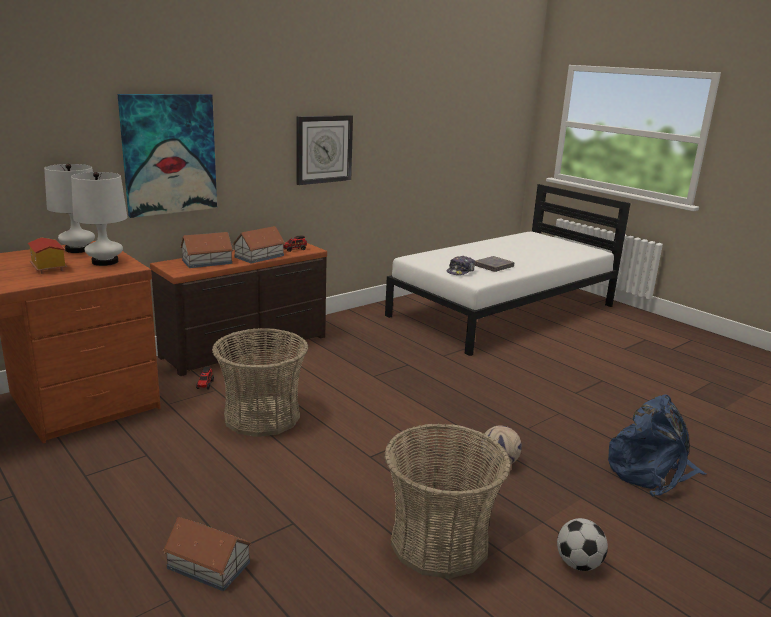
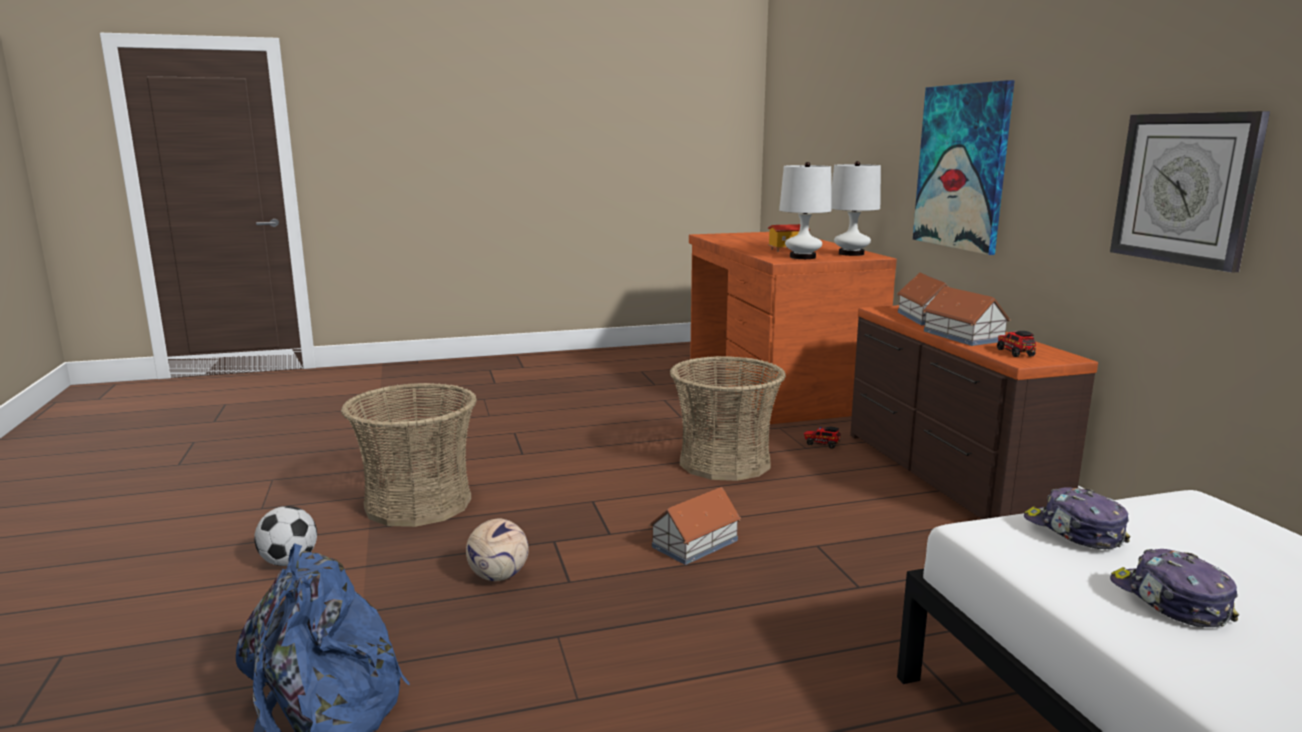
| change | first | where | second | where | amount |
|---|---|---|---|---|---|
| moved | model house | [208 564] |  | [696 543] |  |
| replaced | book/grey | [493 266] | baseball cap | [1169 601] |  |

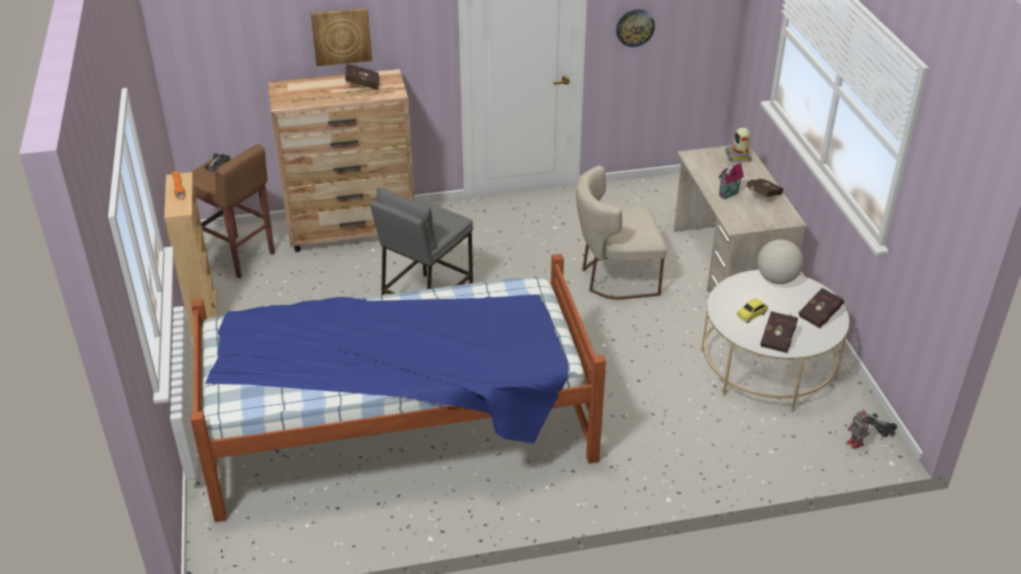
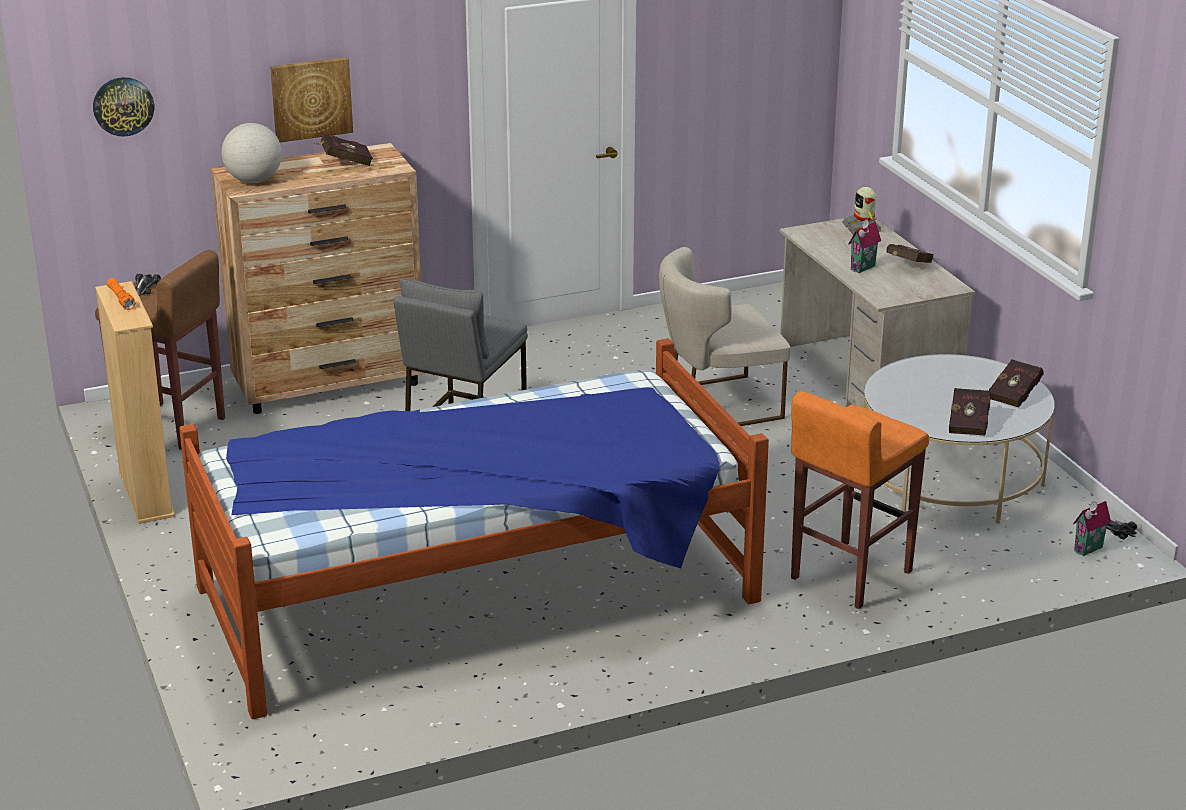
| change | first | where | second | where | amount |
|---|---|---|---|---|---|
| removed | toy car | [751 314] |  |  |  |
| added |  |  | stool seat/orange-coloured | [849 575] |  |
| moved | wall clock | [635 27] |  | [123 106] |  |
| moved | world globe | [777 279] |  | [254 180] |  |
| replaced | robot figure | [856 444] | model house | [1089 550] |  |

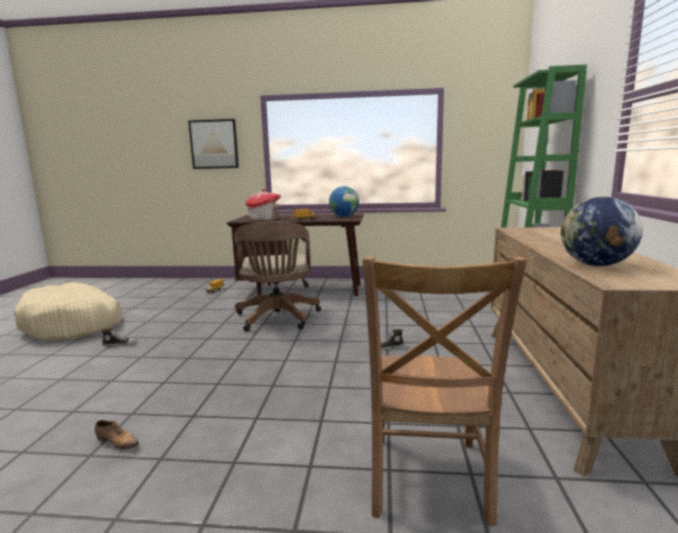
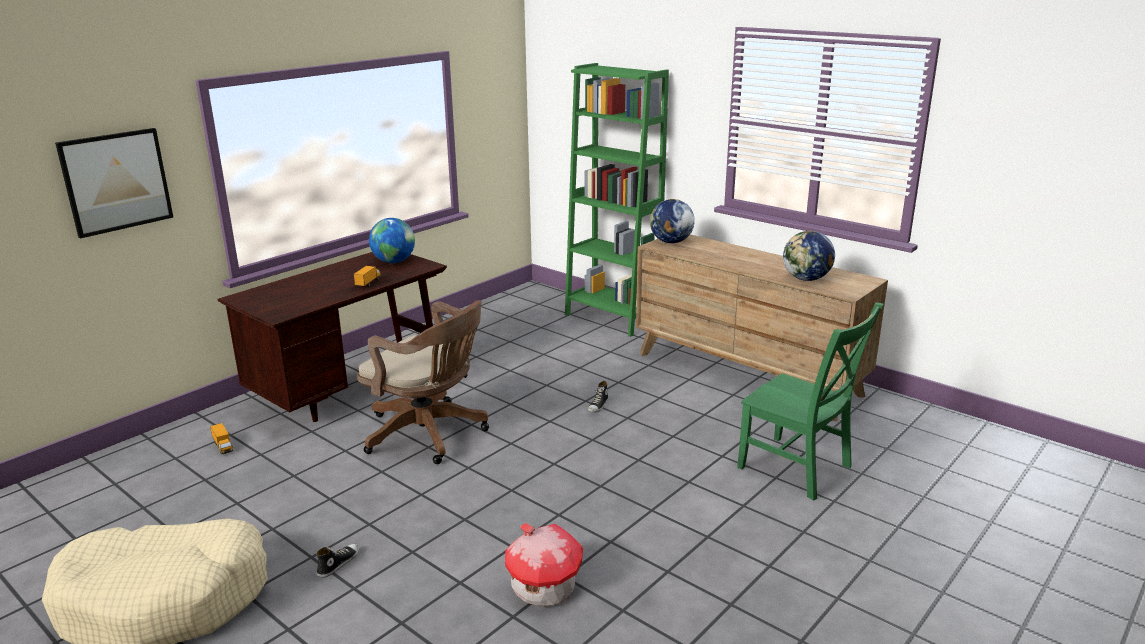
| change | first | where | second | where | amount |
|---|---|---|---|---|---|
| removed | item of footwear | [117 442] |  |  |  |
| added |  |  | world globe | [671 242] |  |
| moved | model house | [263 219] |  | [543 587] |  |
| recoloured | upright chair/brown | [427 481] | upright chair/greenish | [798 469] |  |

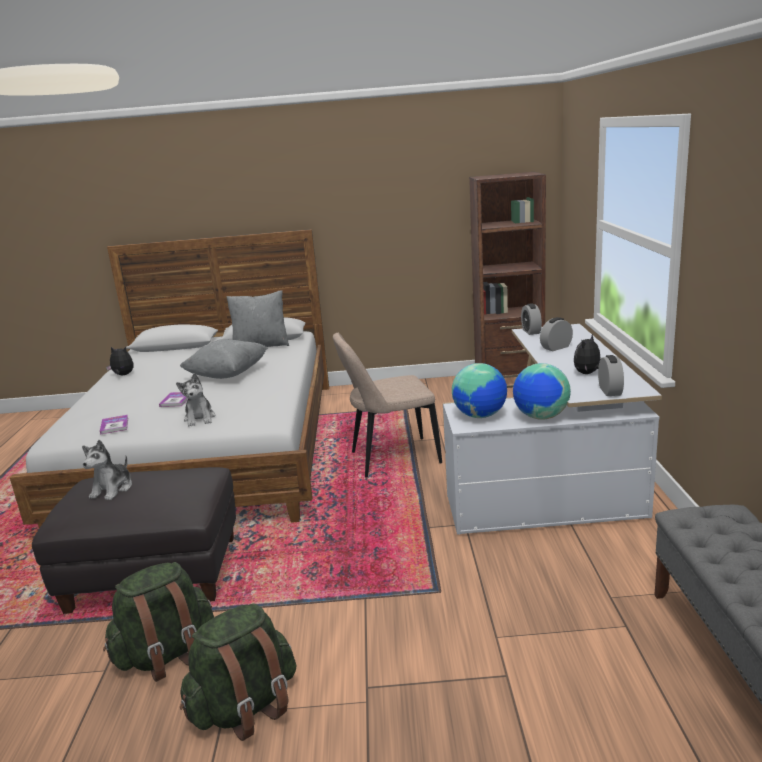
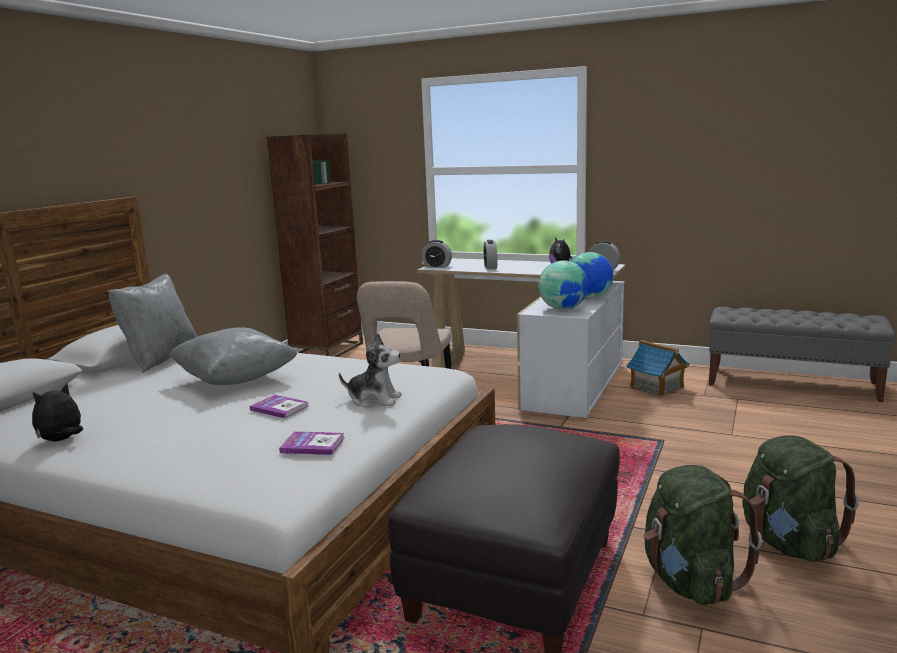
| change | first | where | second | where | amount |
|---|---|---|---|---|---|
| removed | plush toy | [113 489] |  |  |  |
| added |  |  | model house | [657 387] |  |

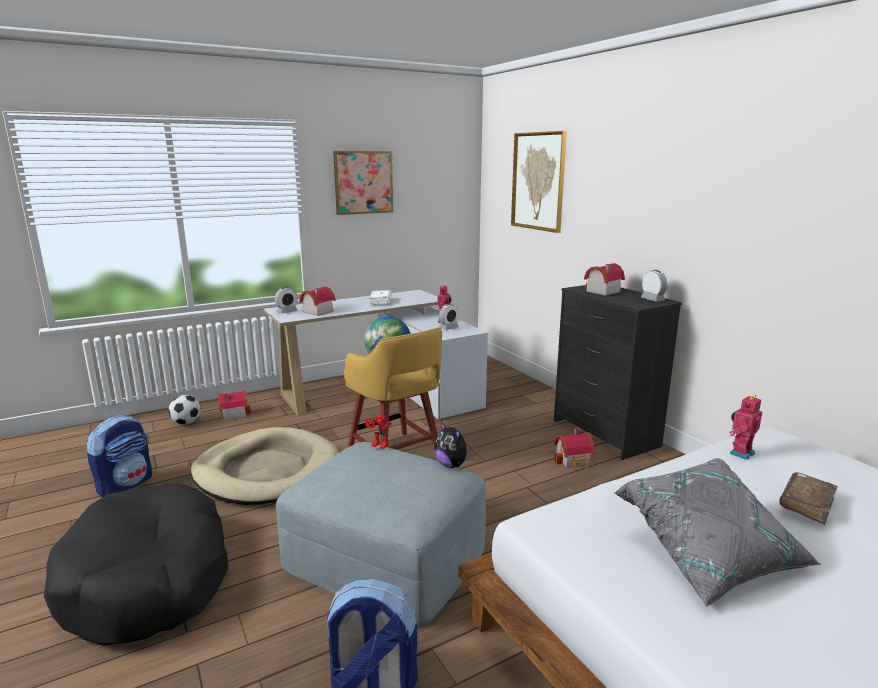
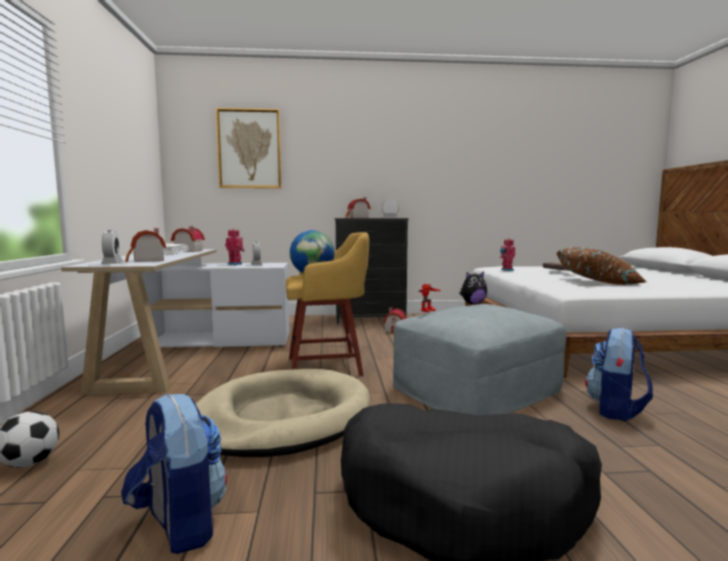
| change | first | where | second | where | amount |
|---|---|---|---|---|---|
| removed | wall art | [363 182] |  |  |  |
| moved | model house | [233 414] |  | [186 251] |  |
| recoloured | pillow/grey | [710 554] | pillow/brown | [597 282] |  |

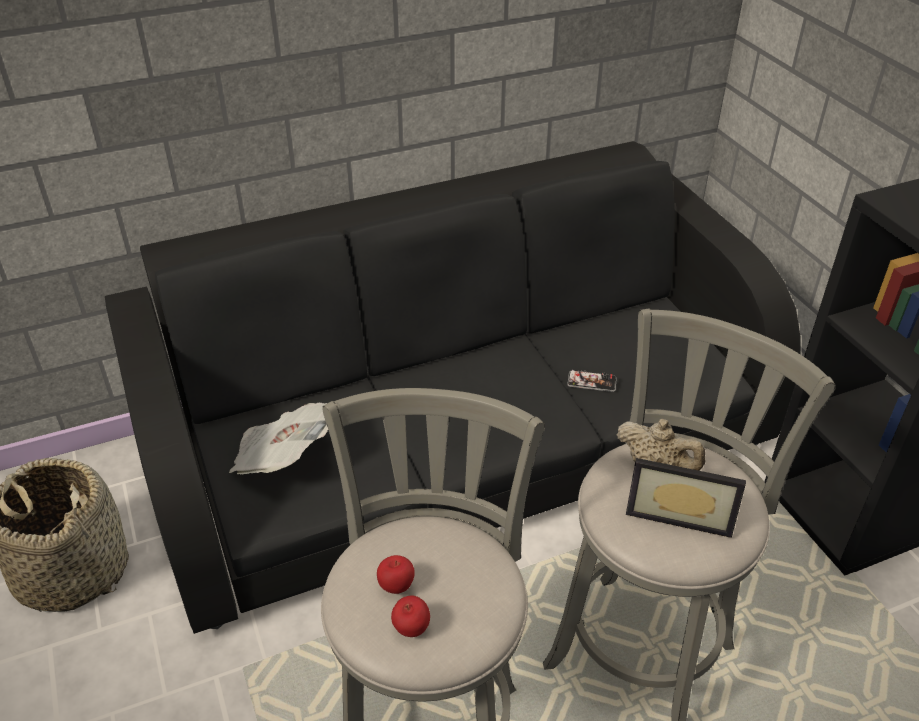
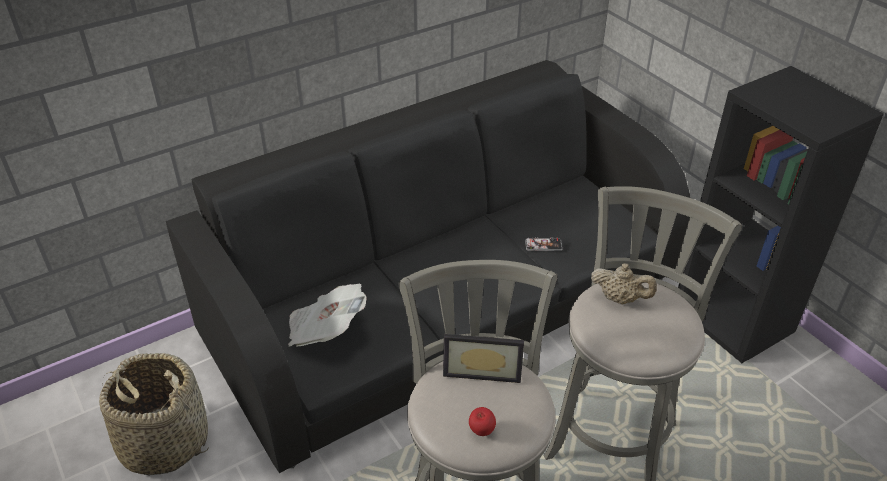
| change | first | where | second | where | amount |
|---|---|---|---|---|---|
| removed | apple | [396 586] |  |  |  |
| moved | picture frame | [680 512] |  | [482 369] |  |

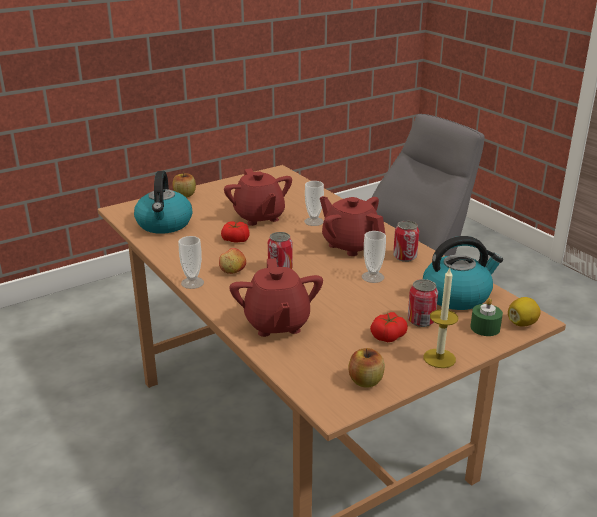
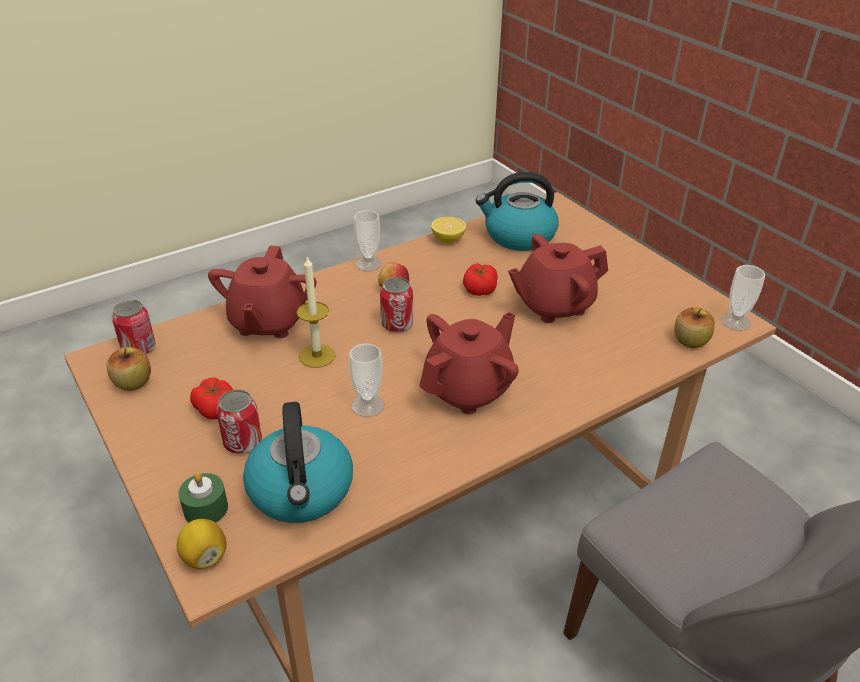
| change | first | where | second | where | amount |
|---|---|---|---|---|---|
| added |  |  | citrus fruit | [448 239] |  |
| moved | apple | [184 195] |  | [690 341] |  |
| moved | drinking cup | [314 221] |  | [735 322] |  |
| moved | metal can | [405 257] |  | [139 348] |  |
| moved | wax candle | [439 358] |  | [317 356] |  |
| turned | pot for tea/reddish | [277 323] |  | [267 322] | 75 degrees counterclockwise |

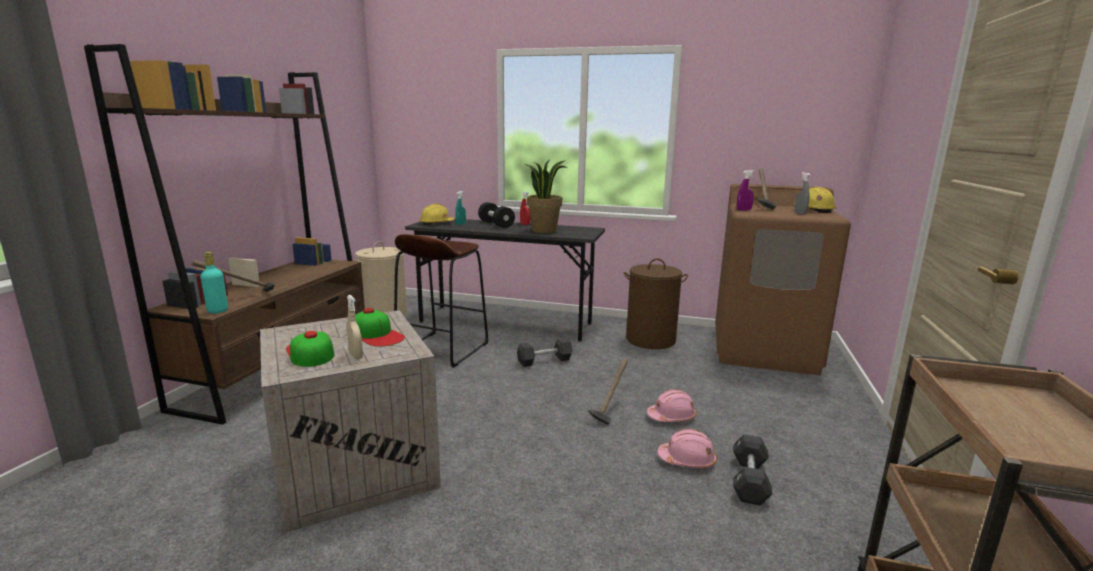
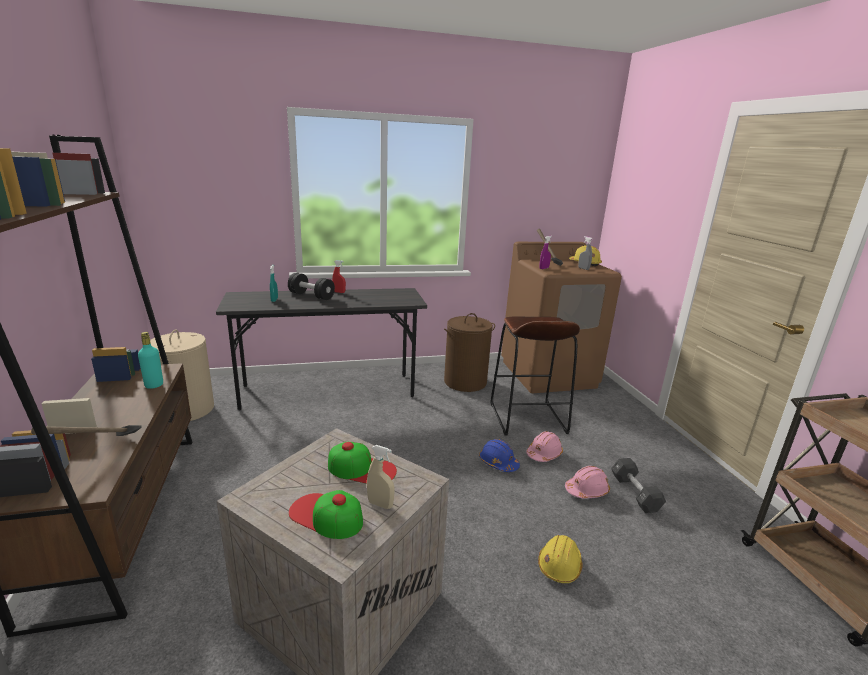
| change | first | where | second | where | amount |
|---|---|---|---|---|---|
| removed | free weight/blackish | [544 361] |  |  |  |
| removed | plant in a pot | [544 230] |  |  |  |
| moved | bottle/turquoise-coloured | [217 311] |  | [154 385] |  |
| moved | stool seat/brown | [442 349] |  | [527 418] |  |
| moved | safety helmet/yellow | [436 223] |  | [559 565] |  |
| replaced | hand hammer | [609 411] | safety helmet/bluish | [498 463] |  |

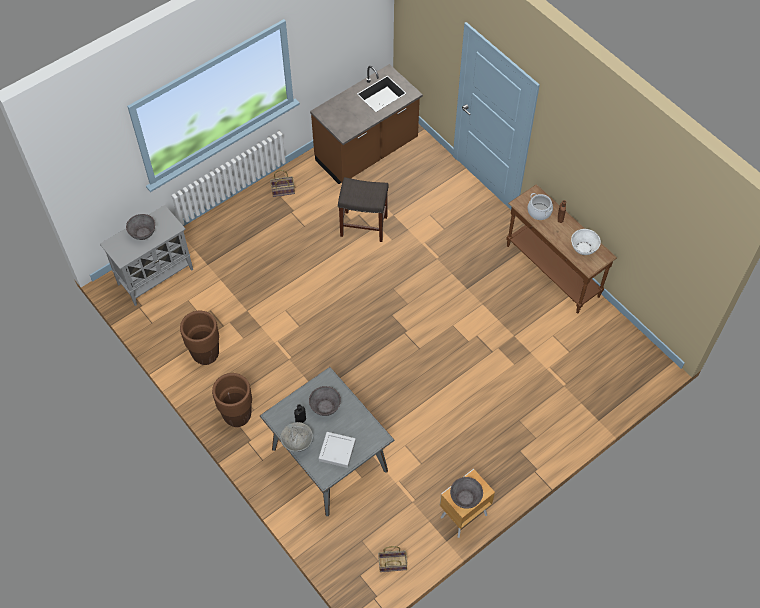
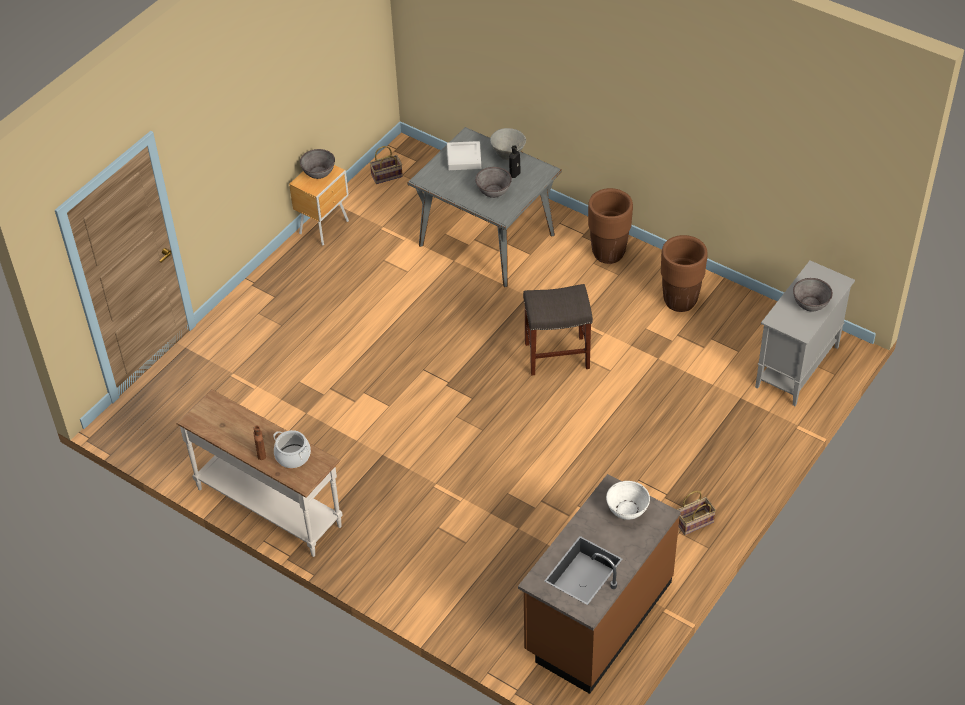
| change | first | where | second | where | amount |
|---|---|---|---|---|---|
| moved | stool seat/grey | [364 226] |  | [556 356] |  |
| moved | serving bowl/whitish | [583 248] |  | [627 509] |  |
| recoloured | narrow table/brown | [551 271] | narrow table/whitish | [270 506] |  |

